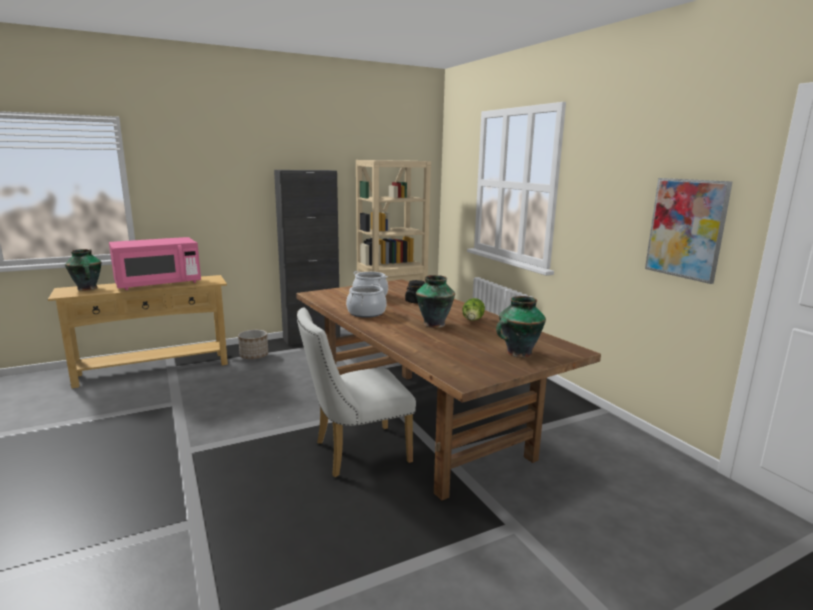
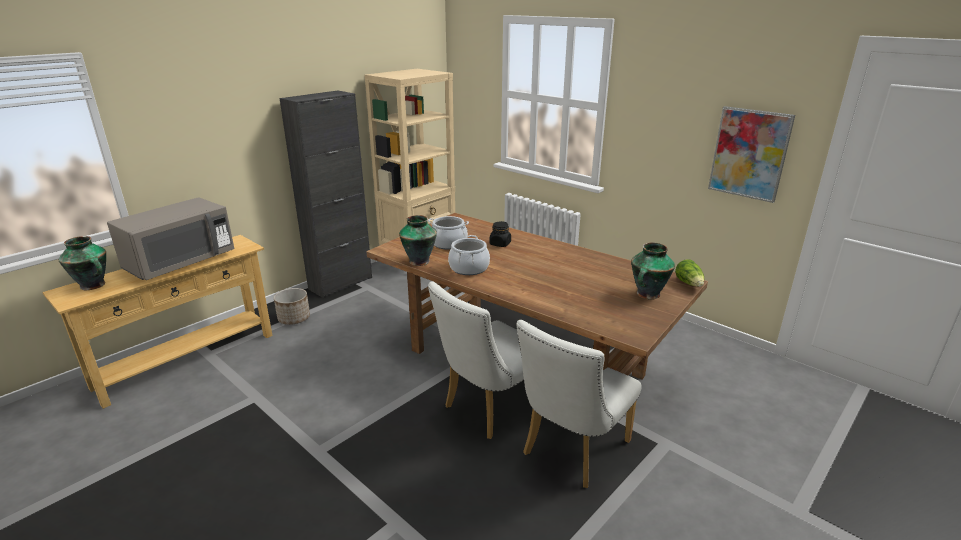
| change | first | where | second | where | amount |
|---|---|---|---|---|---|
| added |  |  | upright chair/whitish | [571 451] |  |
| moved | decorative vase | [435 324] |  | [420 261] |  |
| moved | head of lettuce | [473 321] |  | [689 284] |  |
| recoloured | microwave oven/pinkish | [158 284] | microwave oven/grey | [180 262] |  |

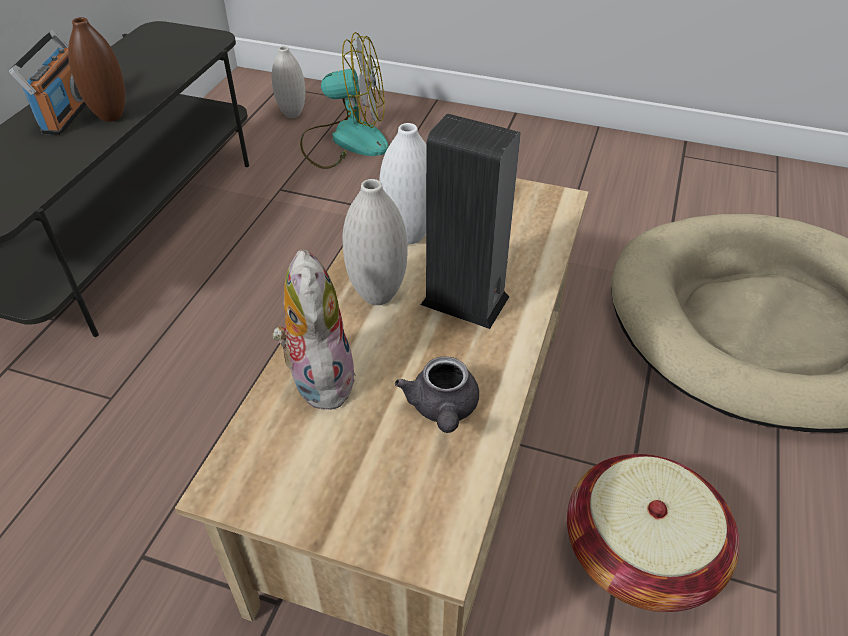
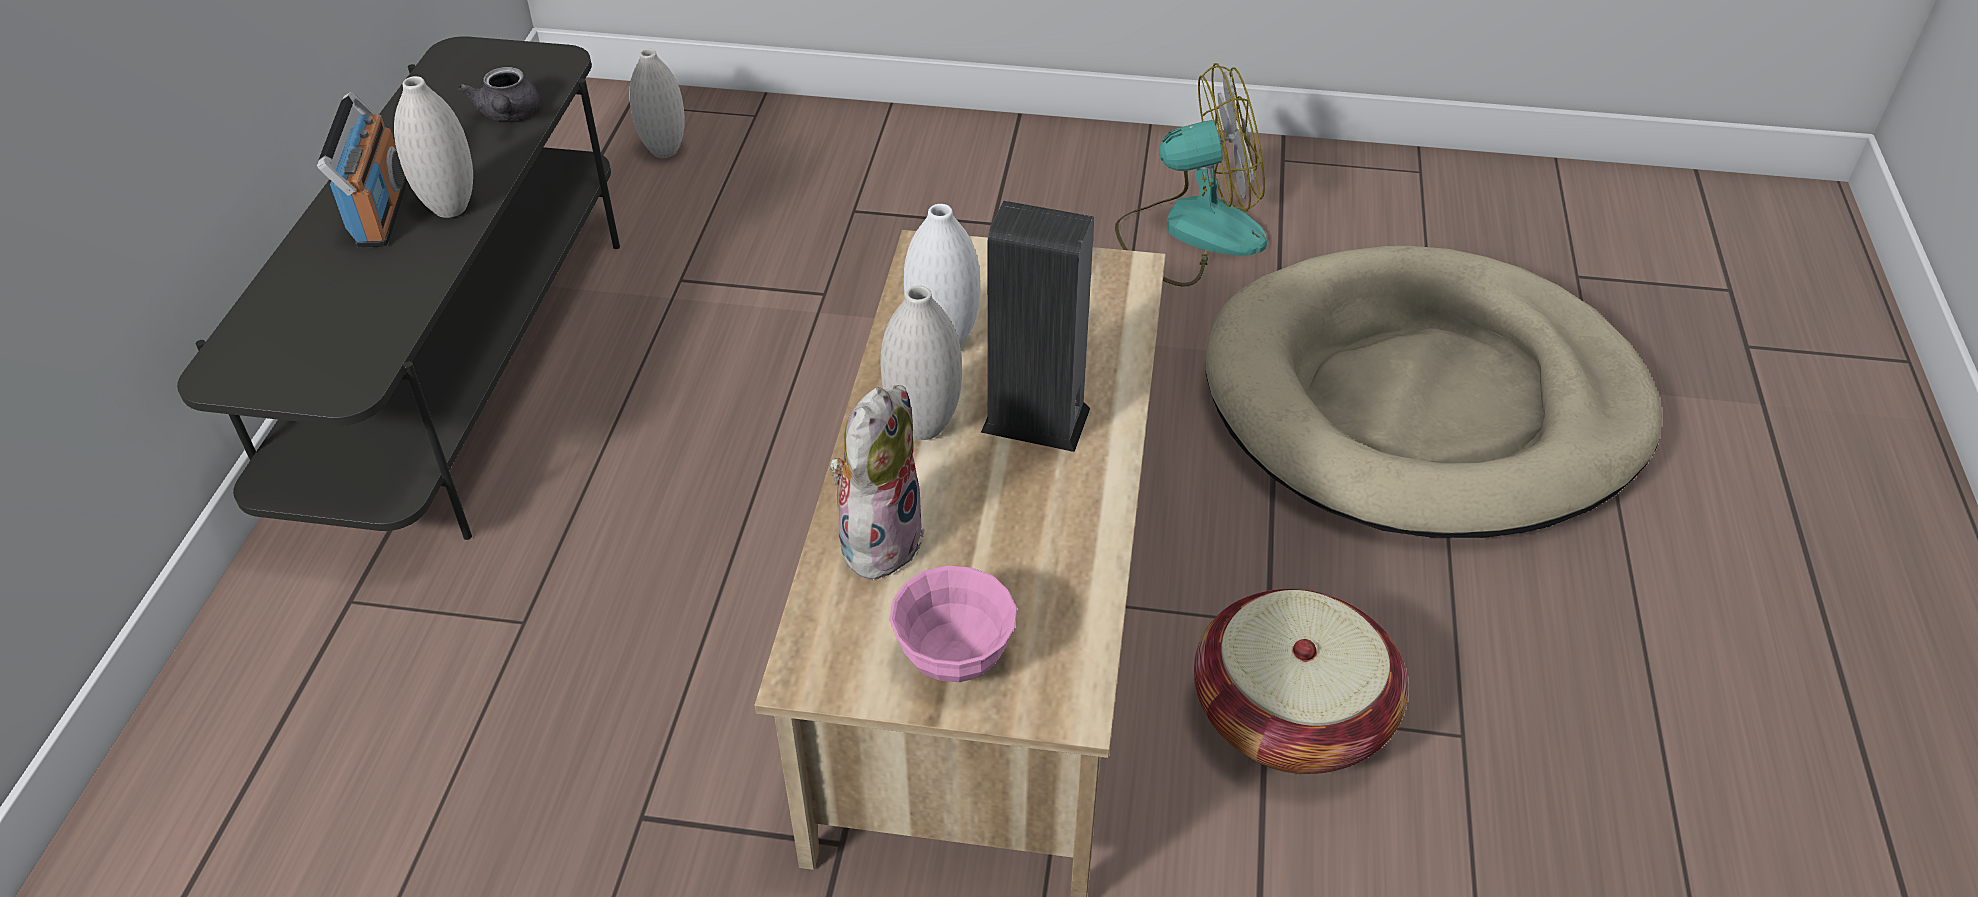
| change | first | where | second | where | amount |
|---|---|---|---|---|---|
| added |  |  | serving bowl/pinkish | [954 657] |  |
| moved | electric fan | [345 140] |  | [1190 232] |  |
| moved | pot for tea/grey | [442 409] |  | [508 114] |  |
| recoloured | decorative vase/brown | [111 116] | decorative vase/whitish | [450 208] |  |
| turned | plush toy | [318 378] |  | [878 538] | 45 degrees clockwise |

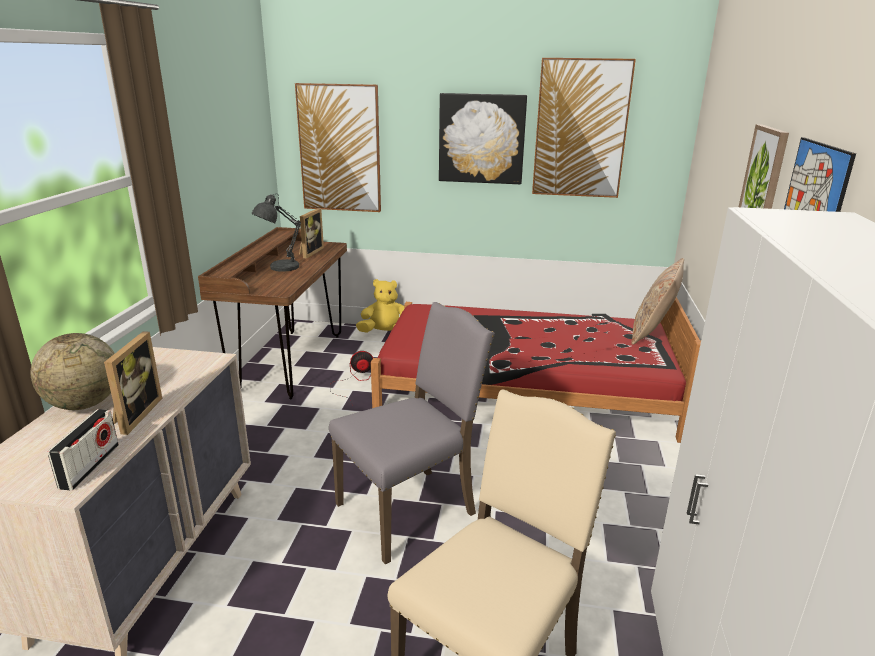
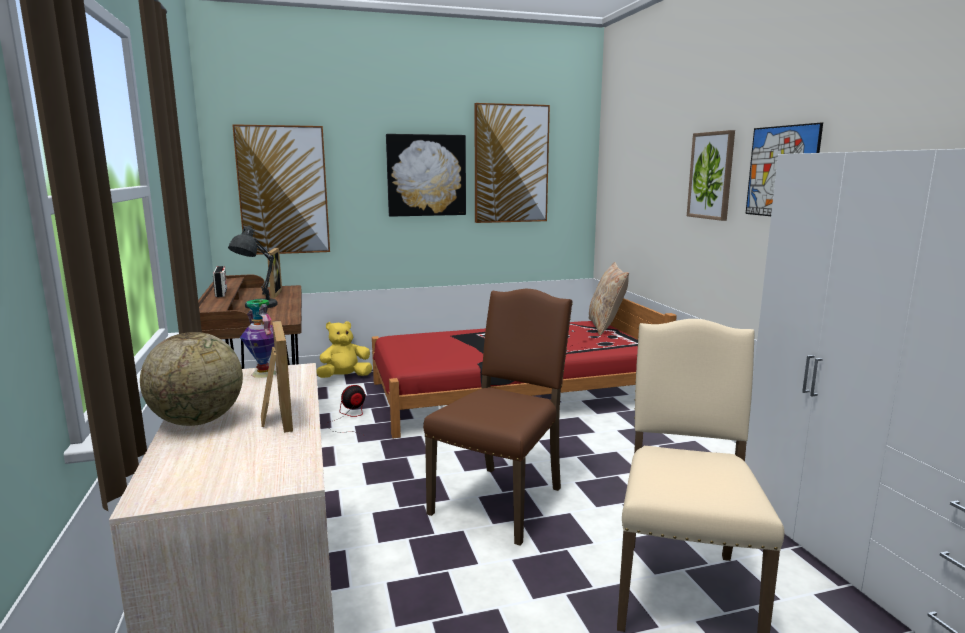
| change | first | where | second | where | amount |
|---|---|---|---|---|---|
| added |  |  | decorative vase | [263 373] |  |
| moved | radio | [90 466] |  | [221 293] |  |
| recoloured | upright chair/grey | [410 509] | upright chair/brown | [501 500] |  |

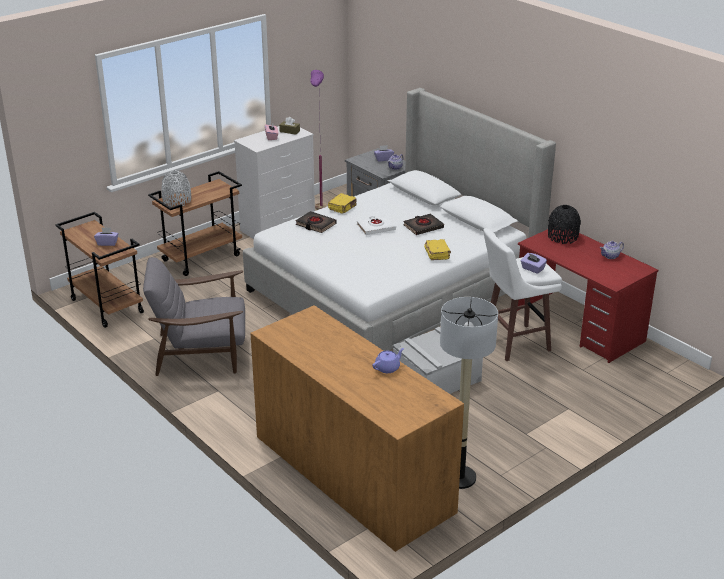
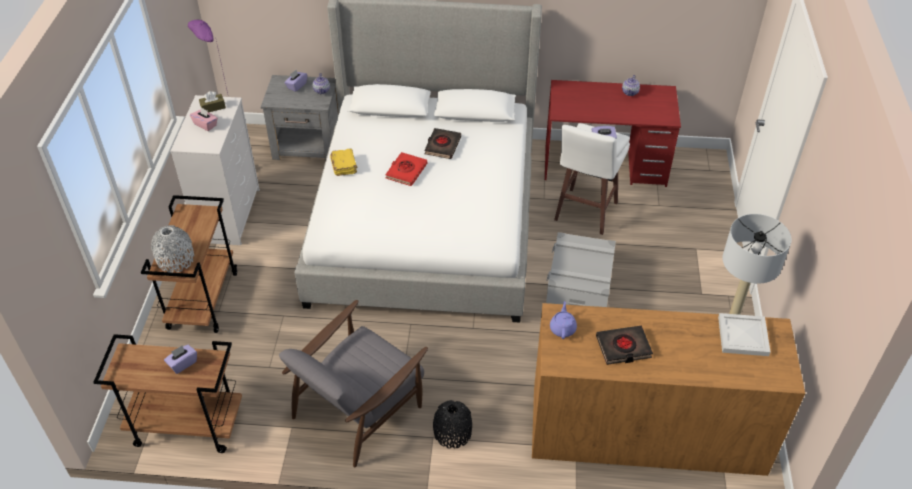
| change | first | where | second | where | amount |
|---|---|---|---|---|---|
| removed | book/yellow | [437 254] |  |  |  |
| added |  |  | serving tray/whitish | [742 336] |  |
| moved | book/blackish | [315 224] |  | [623 347] |  |
| moved | pot for tea/purple | [388 368] |  | [562 328] |  |
| moved | decorative vase/blackish | [562 237] |  | [452 432] |  |
| recoloured | book/whitish | [376 227] | book/reddish | [406 171] |  |

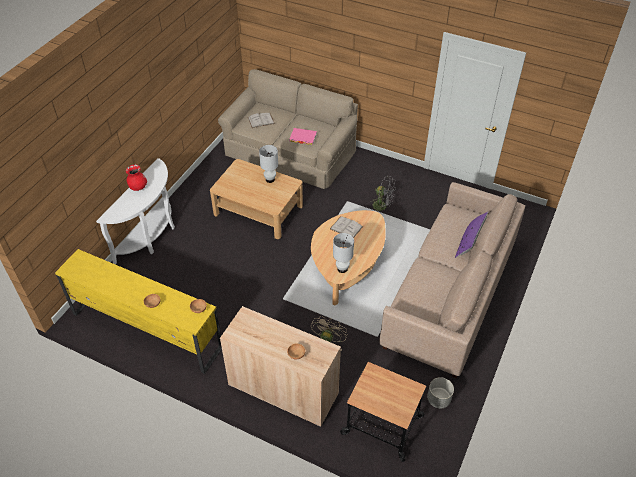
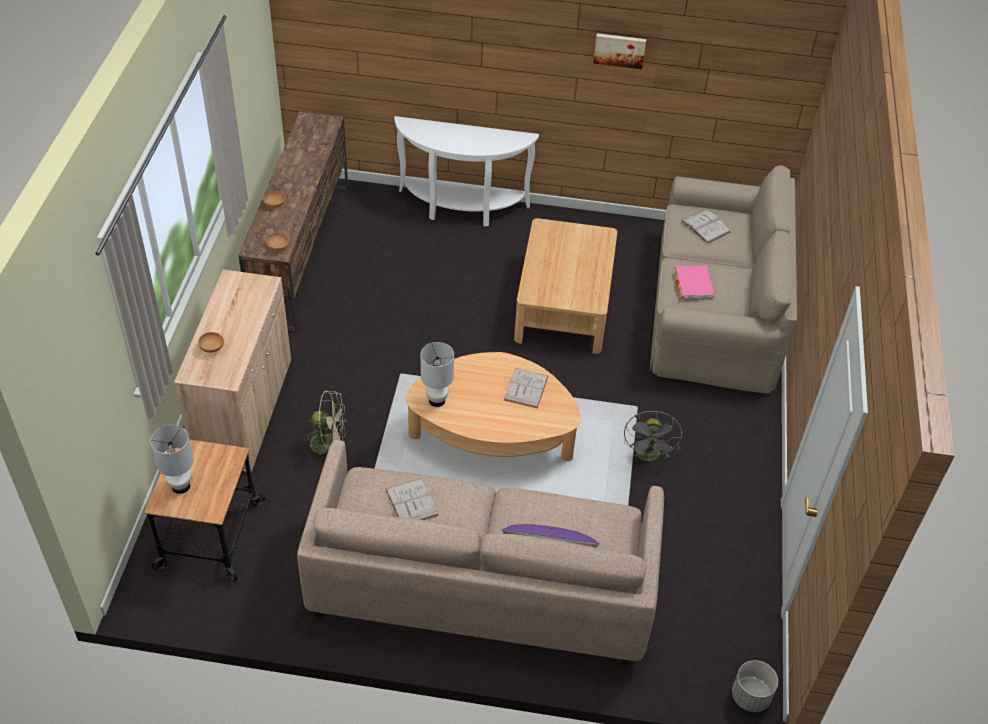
| change | first | where | second | where | amount |
|---|---|---|---|---|---|
| removed | decorative vase/reddish | [138 187] |  |  |  |
| added |  |  | book/whitish | [411 502] |  |
| added |  |  | wall art | [619 50] |  |
| moved | tabletop lamp/whitish | [270 179] |  | [181 486] |  |
| moved | flower pot/grey | [438 399] |  | [750 697] |  |
| recoloured | tv unit/yellow | [146 330] | tv unit/brown | [302 252] |  |

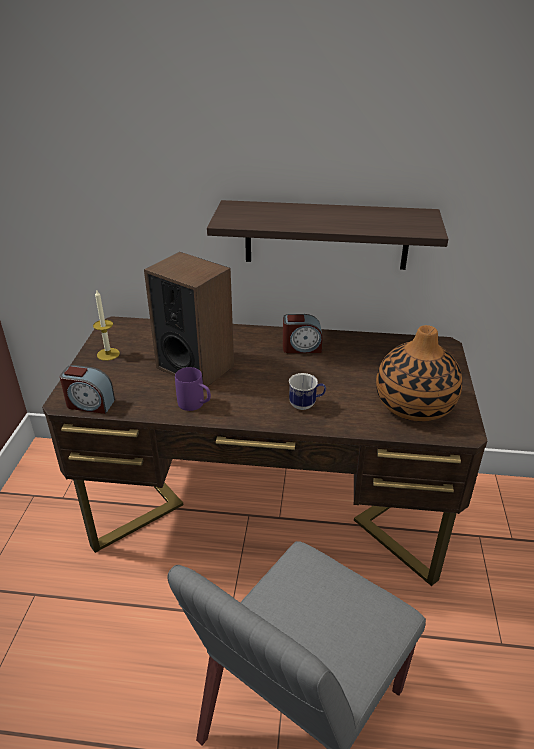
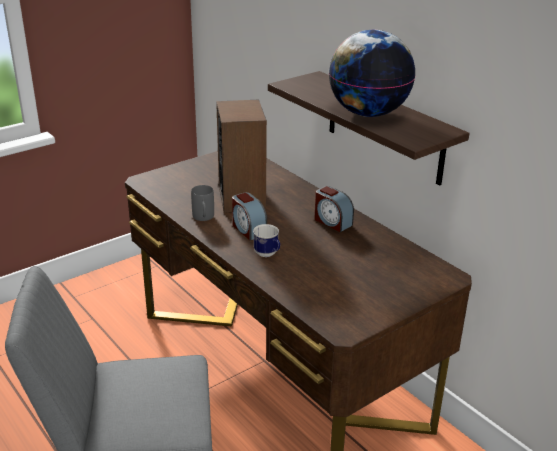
| change | first | where | second | where | amount |
|---|---|---|---|---|---|
| removed | wax candle | [108 354] |  |  |  |
| removed | decorative vase | [414 405] |  |  |  |
| added |  |  | world globe | [368 113] |  |
| moved | bedside clock | [90 404] |  | [248 229] |  |
| recoloured | coffee mug/purple | [195 405] | coffee mug/grey | [203 218] |  |

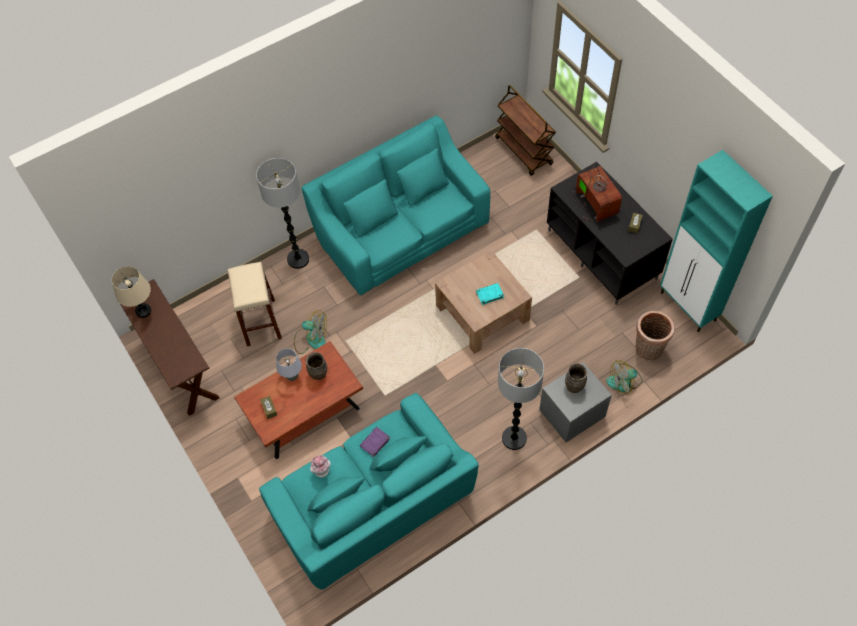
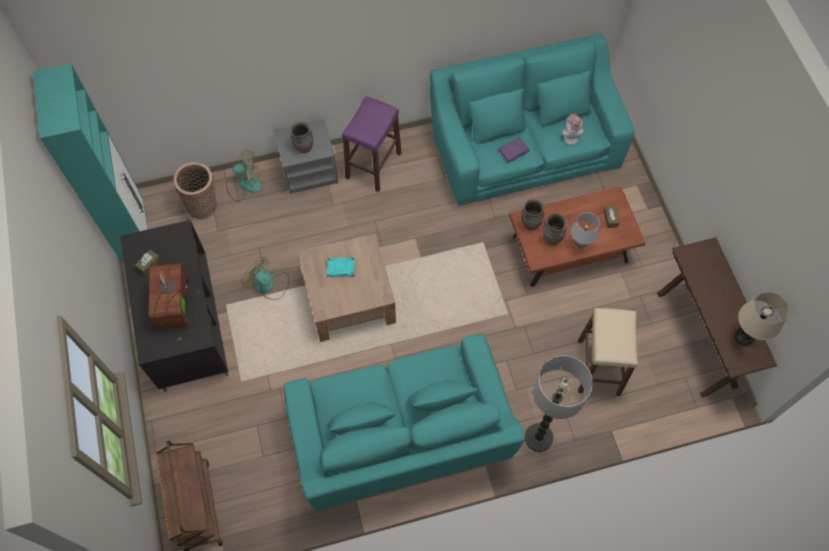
| change | first | where | second | where | amount |
|---|---|---|---|---|---|
| added |  |  | decorative vase/brown | [530 223] |  |
| moved | electric fan | [311 339] |  | [268 285] |  |
| replaced | floor lamp | [514 438] | stool seat/purple | [373 165] |  |

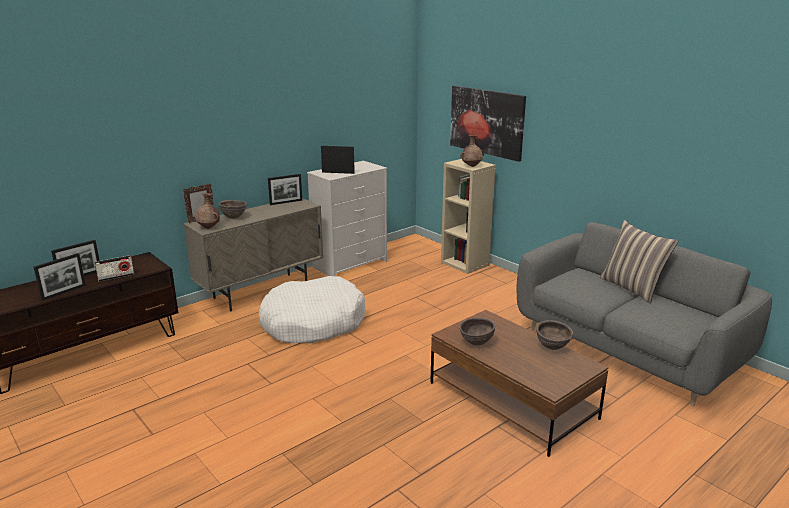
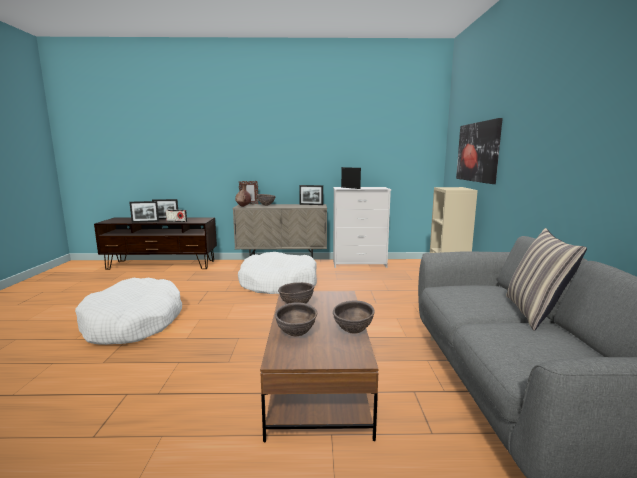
| change | first | where | second | where | amount |
|---|---|---|---|---|---|
| removed | decorative vase/brown | [472 166] |  |  |  |
| added |  |  | dog bed/whitish | [133 323] |  |
| added |  |  | serving bowl/brown | [296 334] |  |

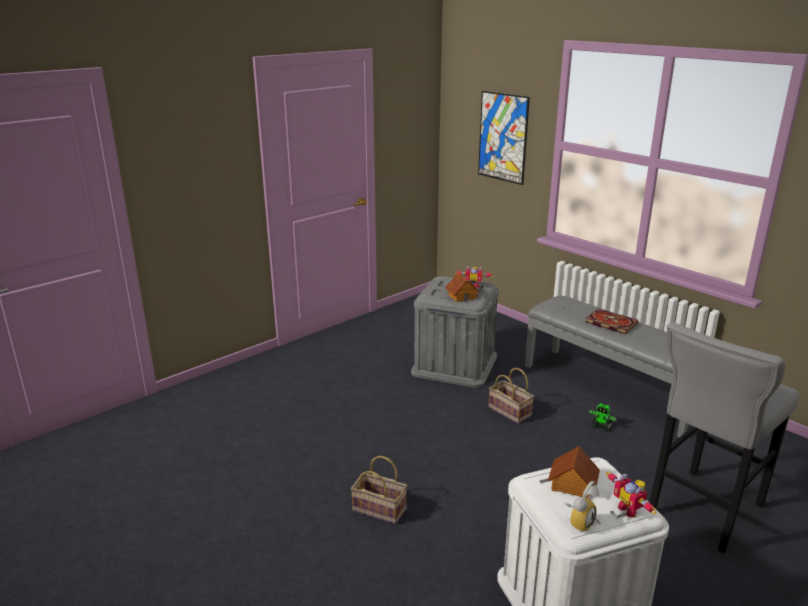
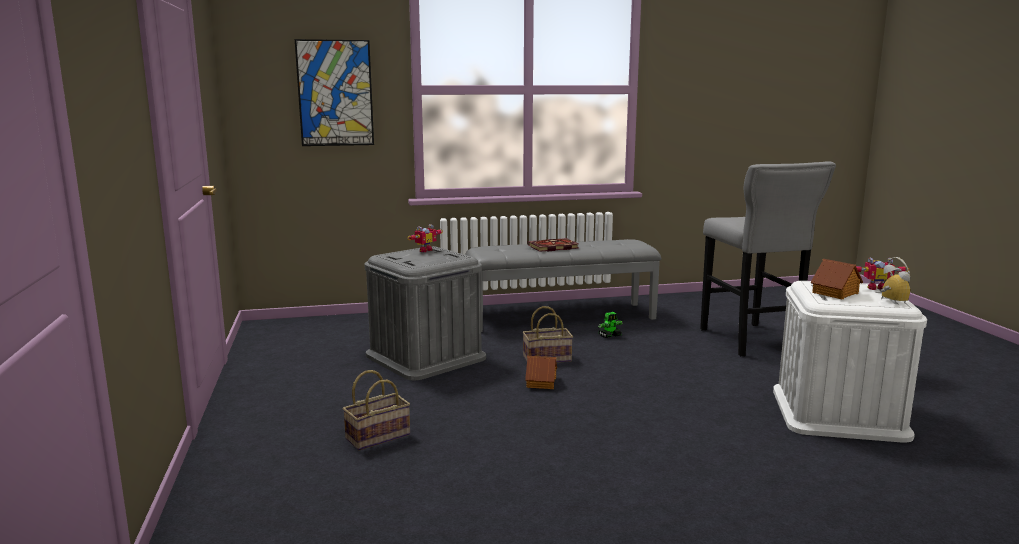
| change | first | where | second | where | amount |
|---|---|---|---|---|---|
| moved | household basket | [381 509] |  | [378 436] |  |
| moved | model house | [462 296] |  | [540 382] |  |

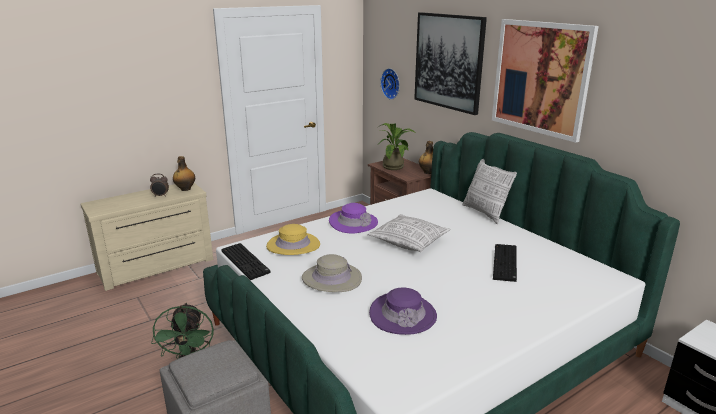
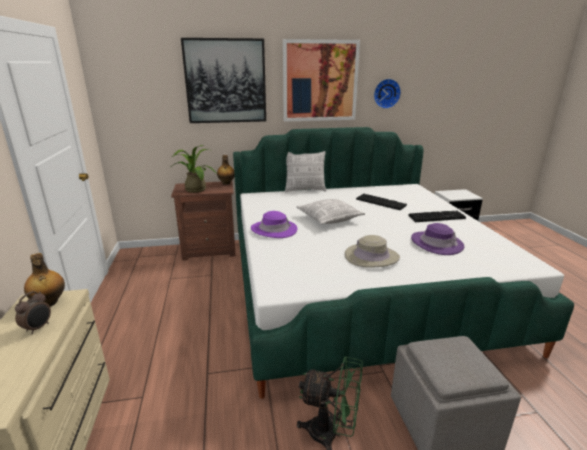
| change | first | where | second | where | amount |
|---|---|---|---|---|---|
| removed | hat/yellow | [293 245] |  |  |  |
| moved | computer keyboard | [246 262] |  | [436 217] |  |
| moved | wall clock | [392 83] |  | [386 93] |  |

